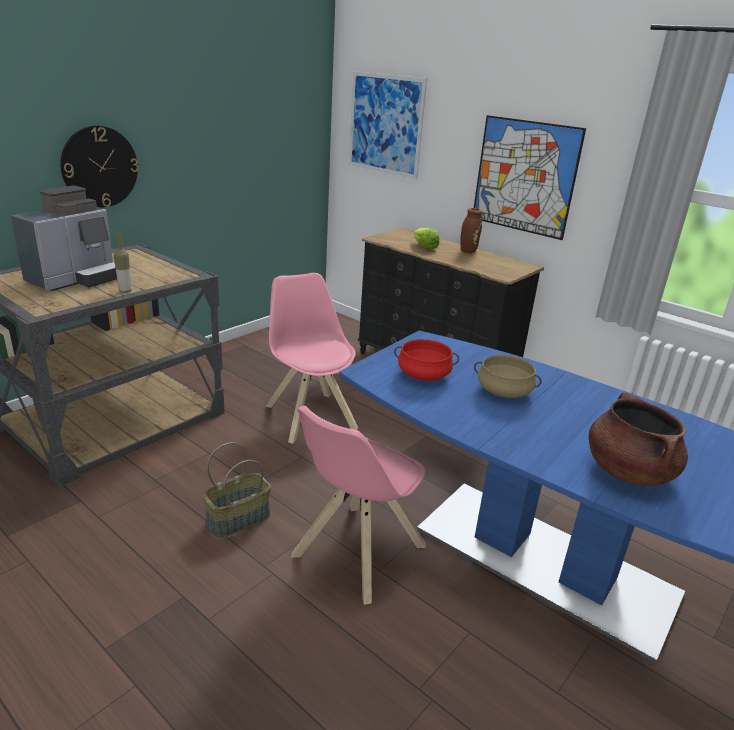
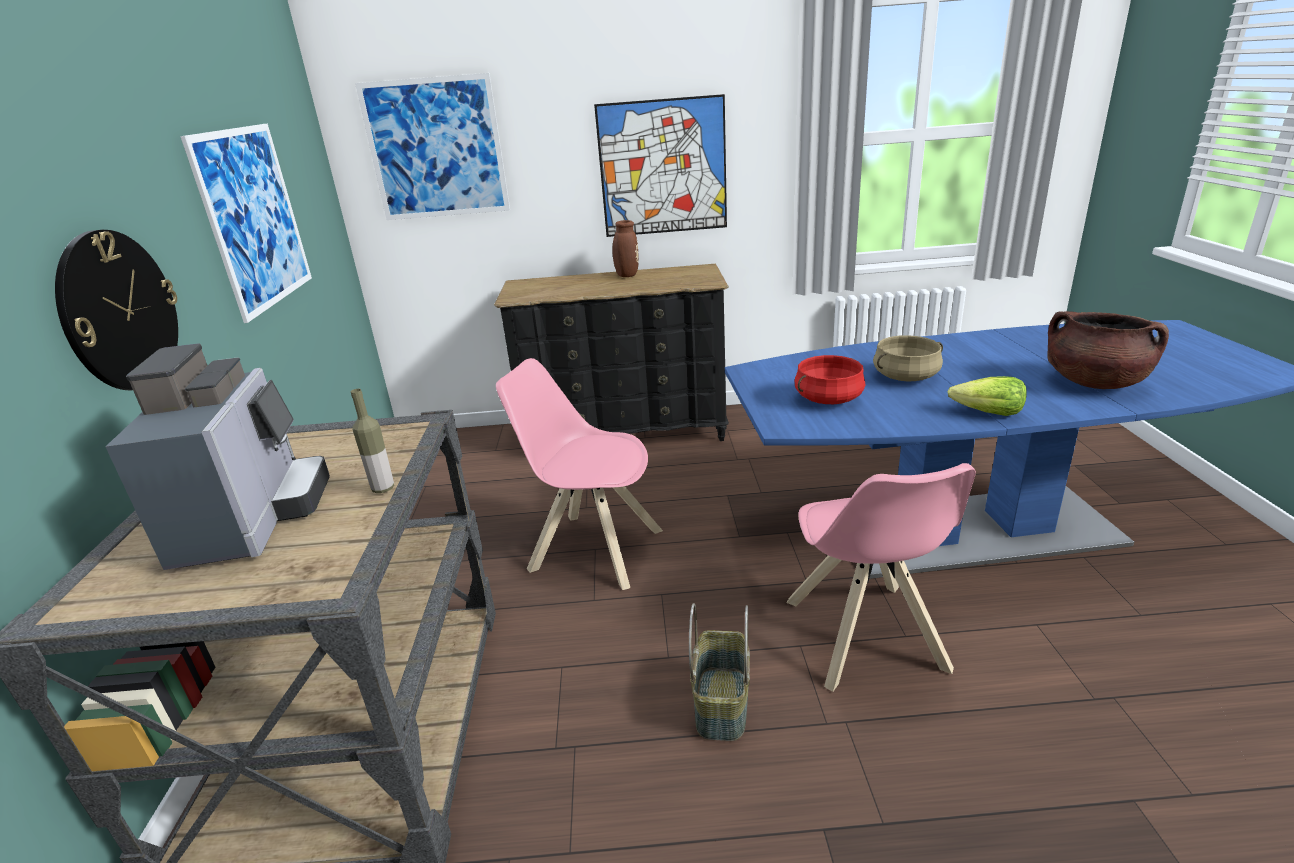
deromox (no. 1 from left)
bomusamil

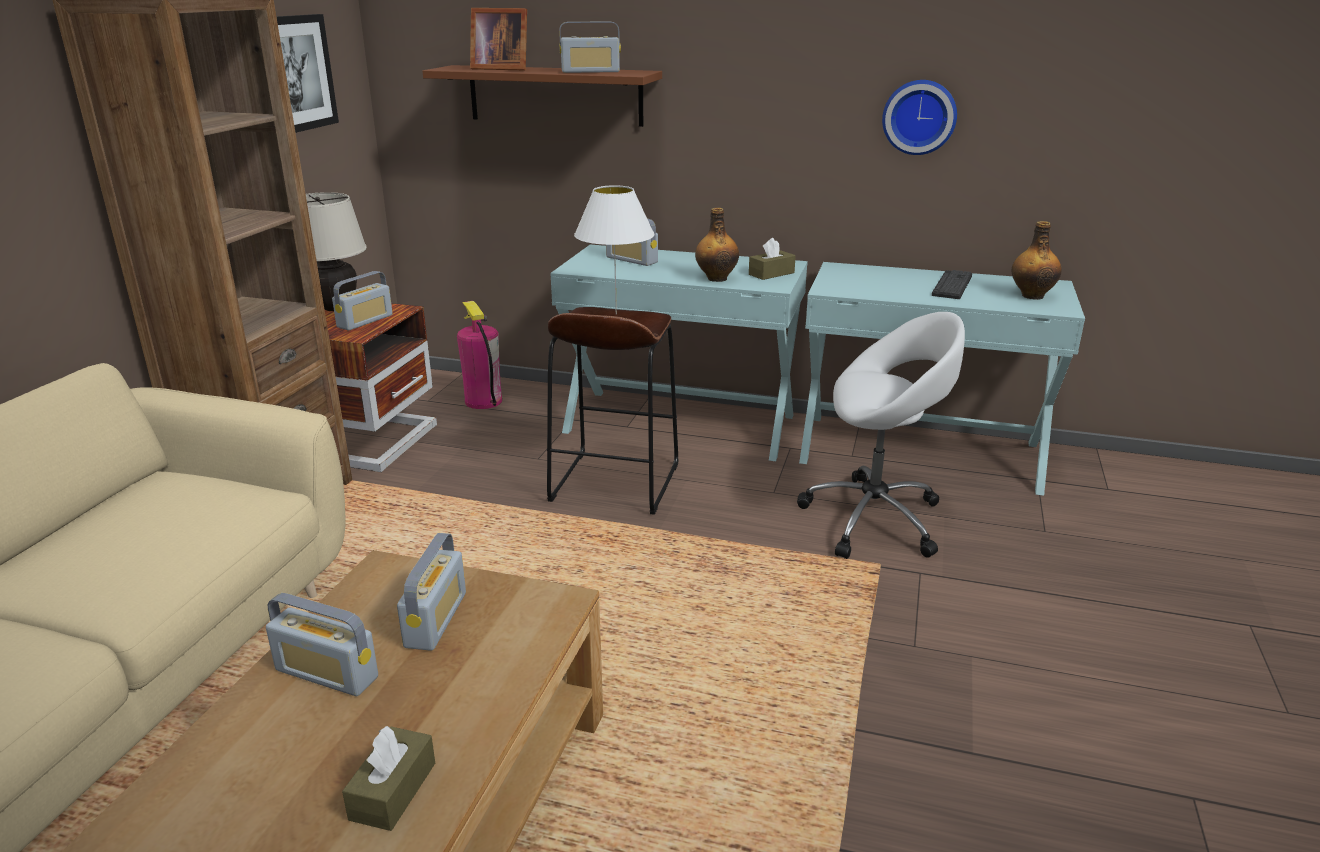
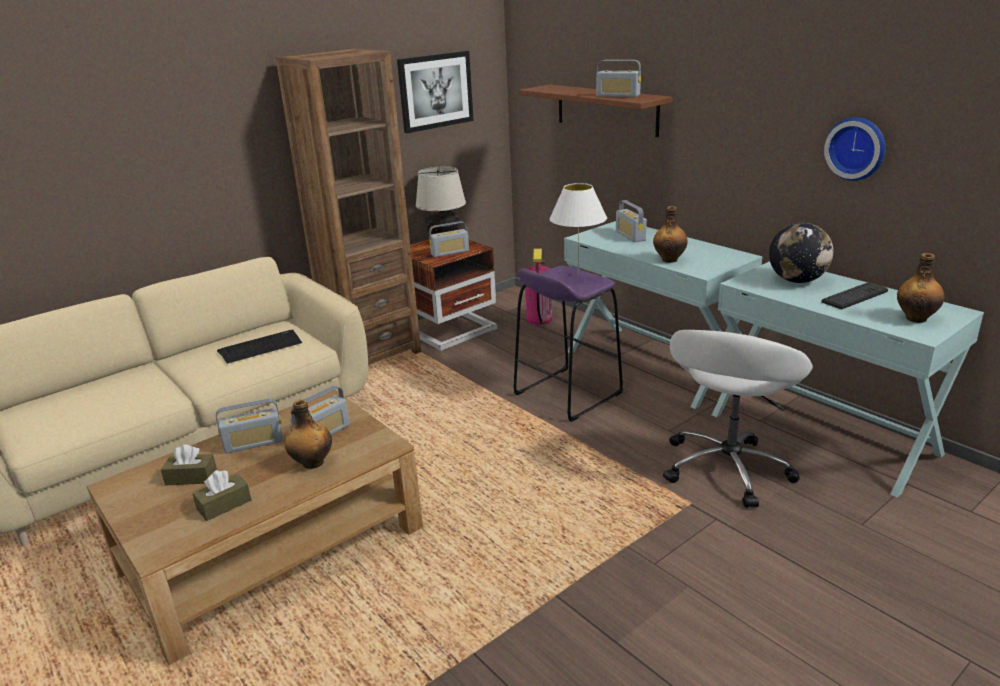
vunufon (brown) (no. 1 from left)
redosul (no. 1 from left)
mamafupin (no. 1 from left)
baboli (no. 1 from left)
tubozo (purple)
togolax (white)
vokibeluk
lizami

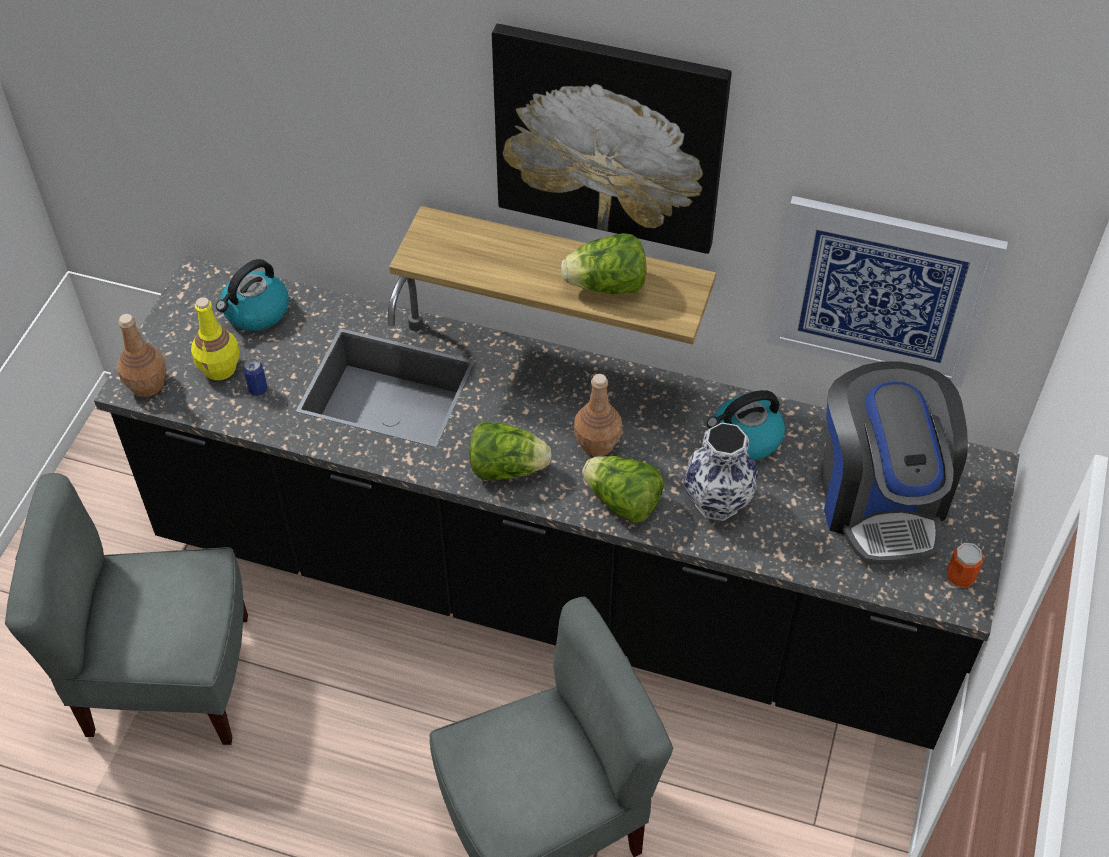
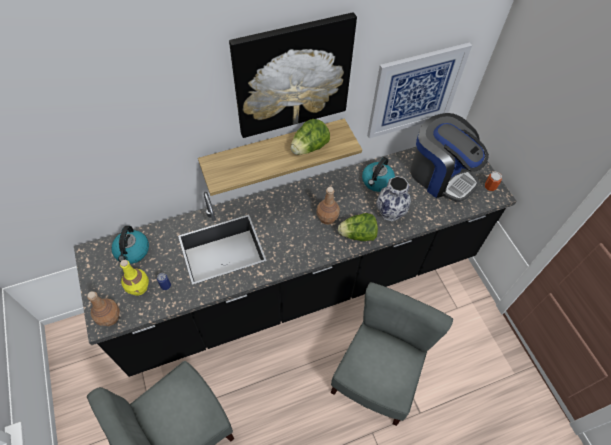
bomusamil (no. 1 from left in the first image)

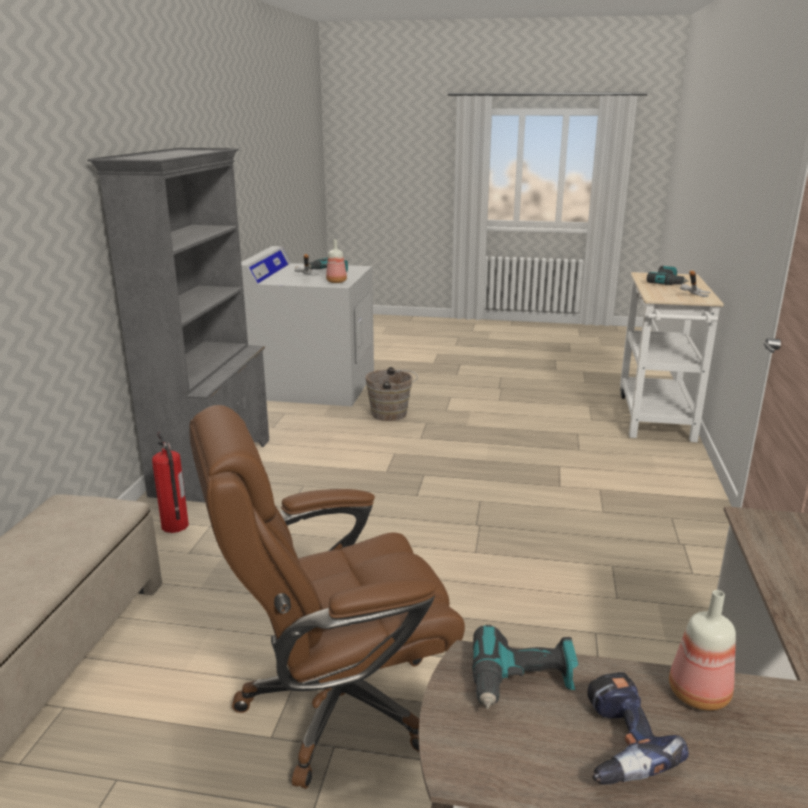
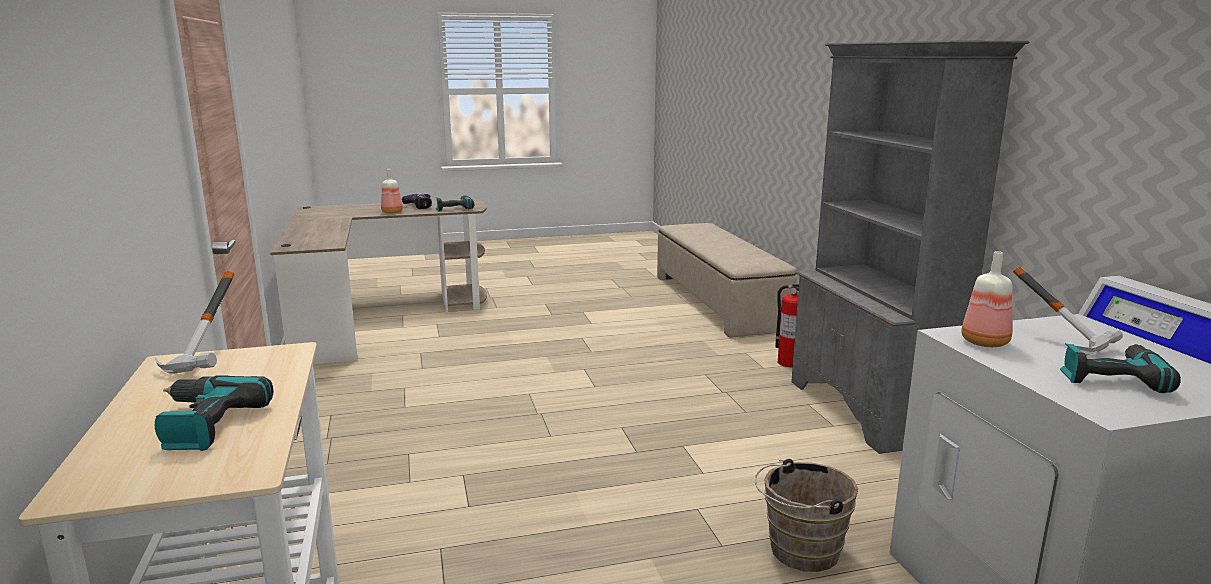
togolax (brown)

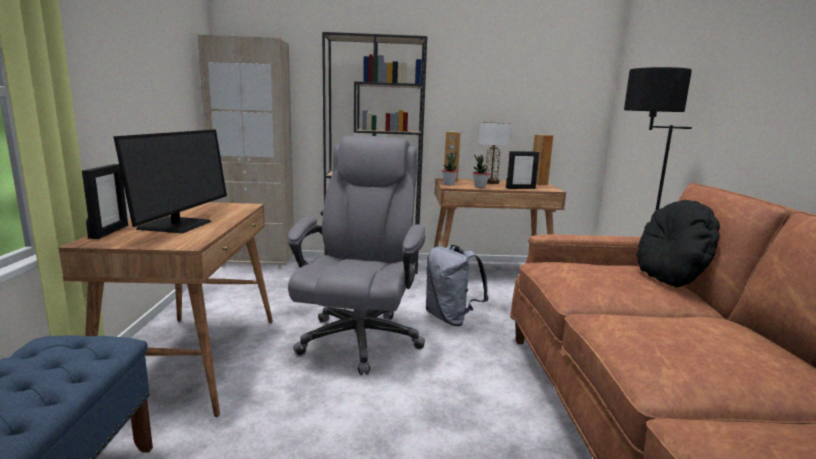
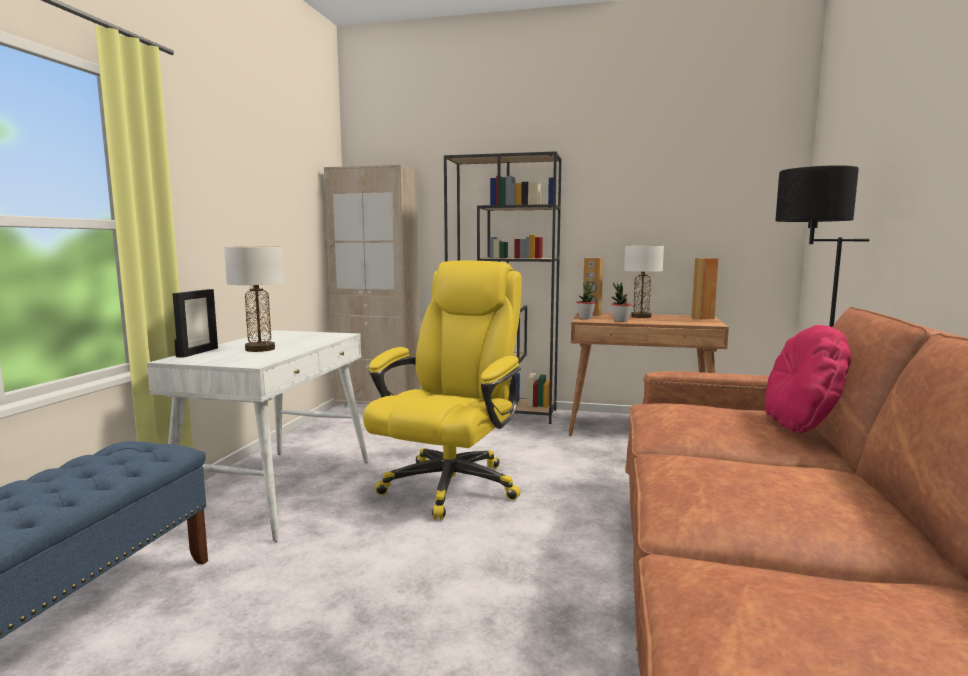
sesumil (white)
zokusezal (no. 1 from left)
togolax (yellow)
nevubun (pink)
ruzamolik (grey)
lizami (no. 2 from left in the first image)

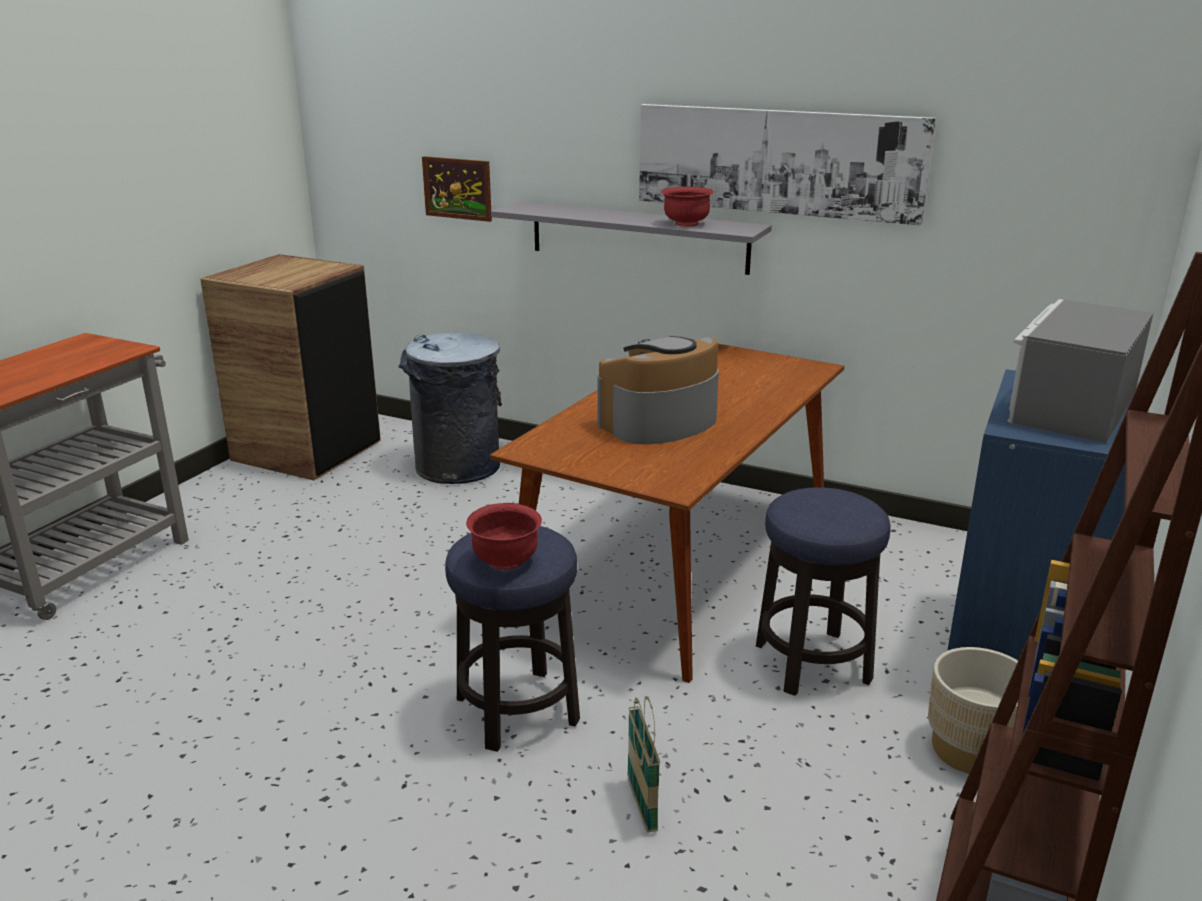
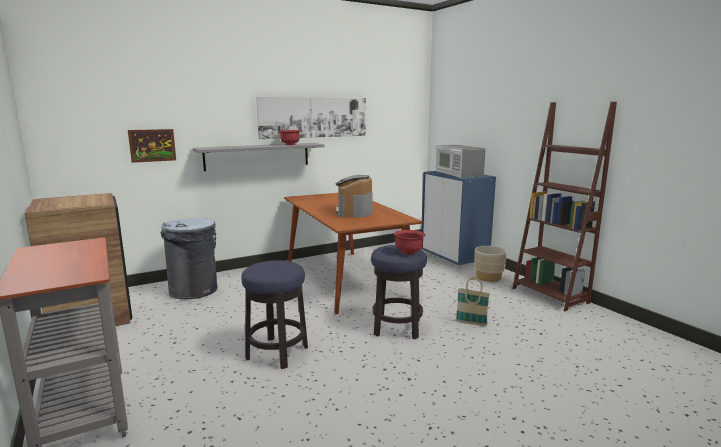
tubozo (no. 1 from left)

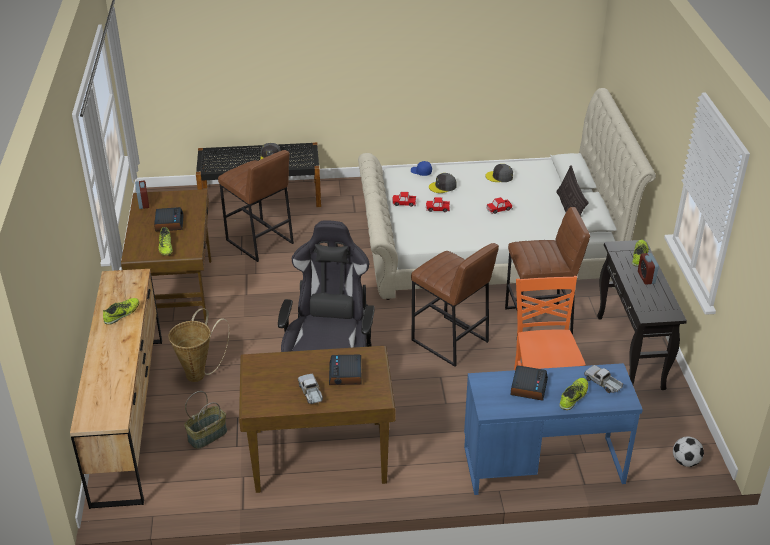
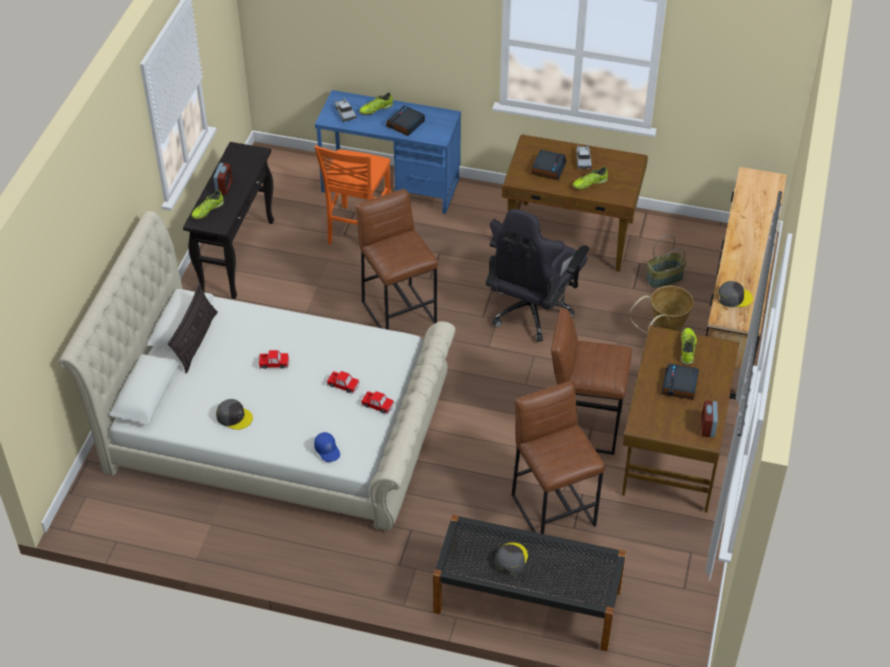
tubozo (brown) (no. 3 from left)
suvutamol (no. 3 from left)
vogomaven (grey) (no. 3 from left)
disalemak

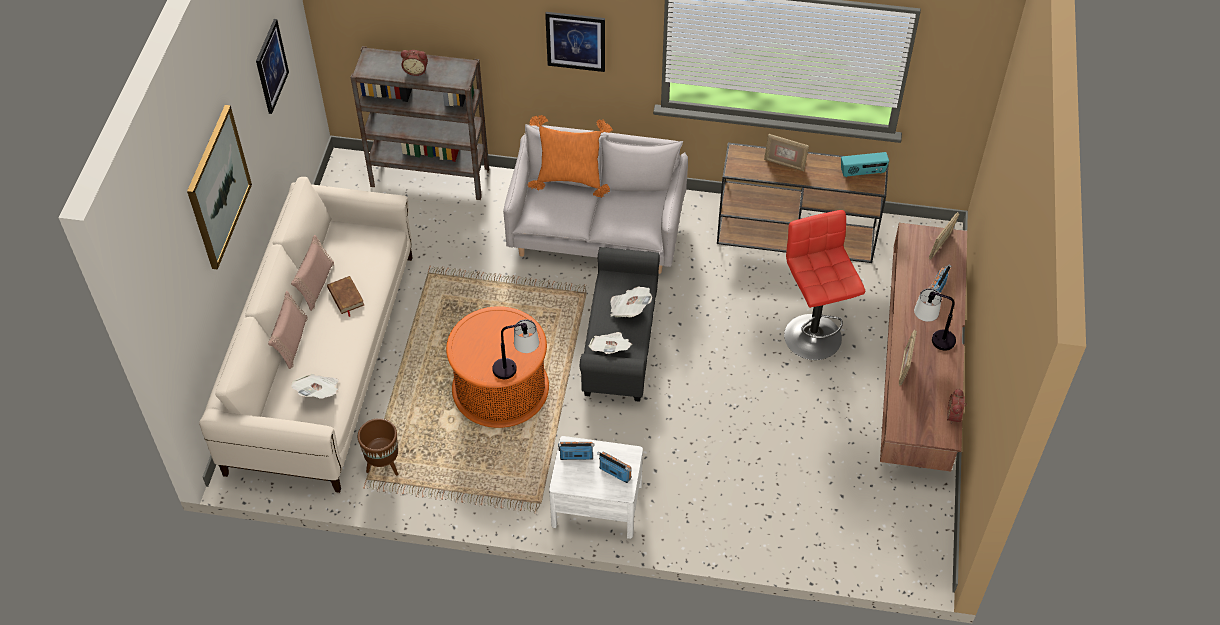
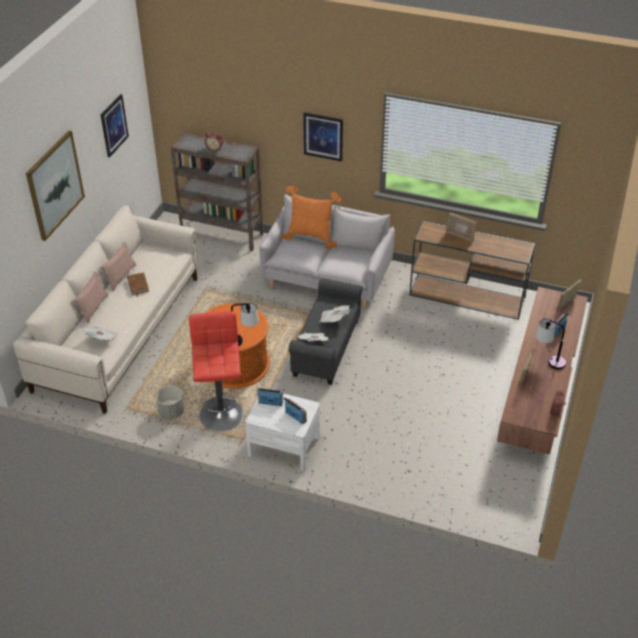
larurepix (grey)
tubozo (red)
larurepix (brown)
redosul (no. 3 from left in the first image)

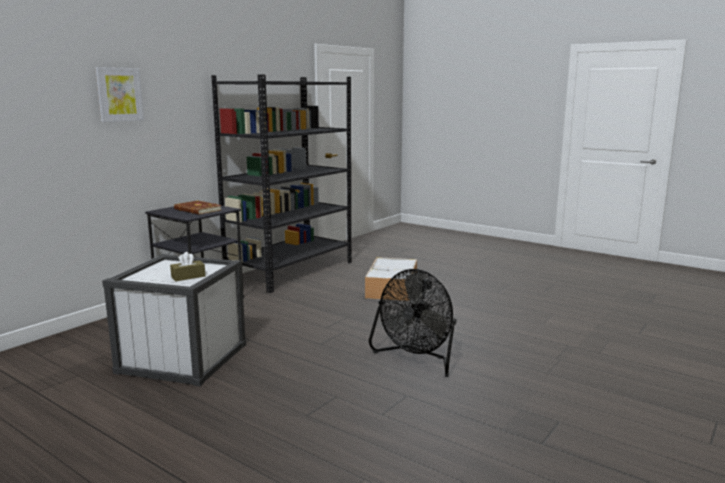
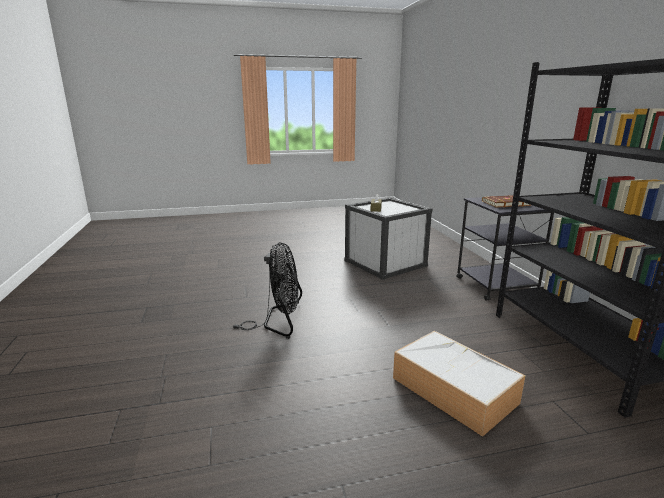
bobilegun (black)
deromox

